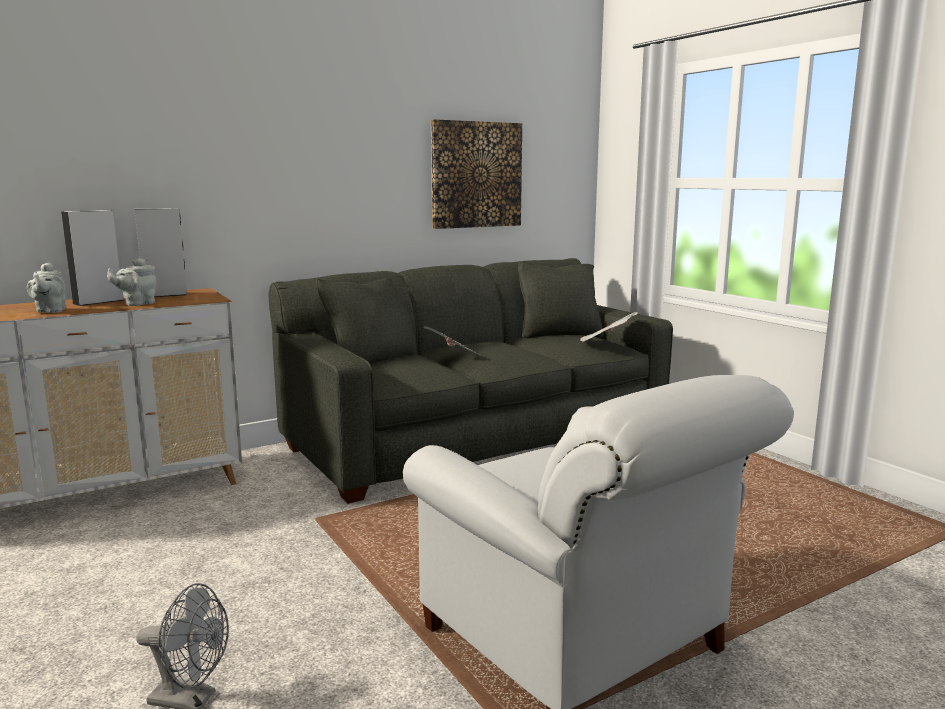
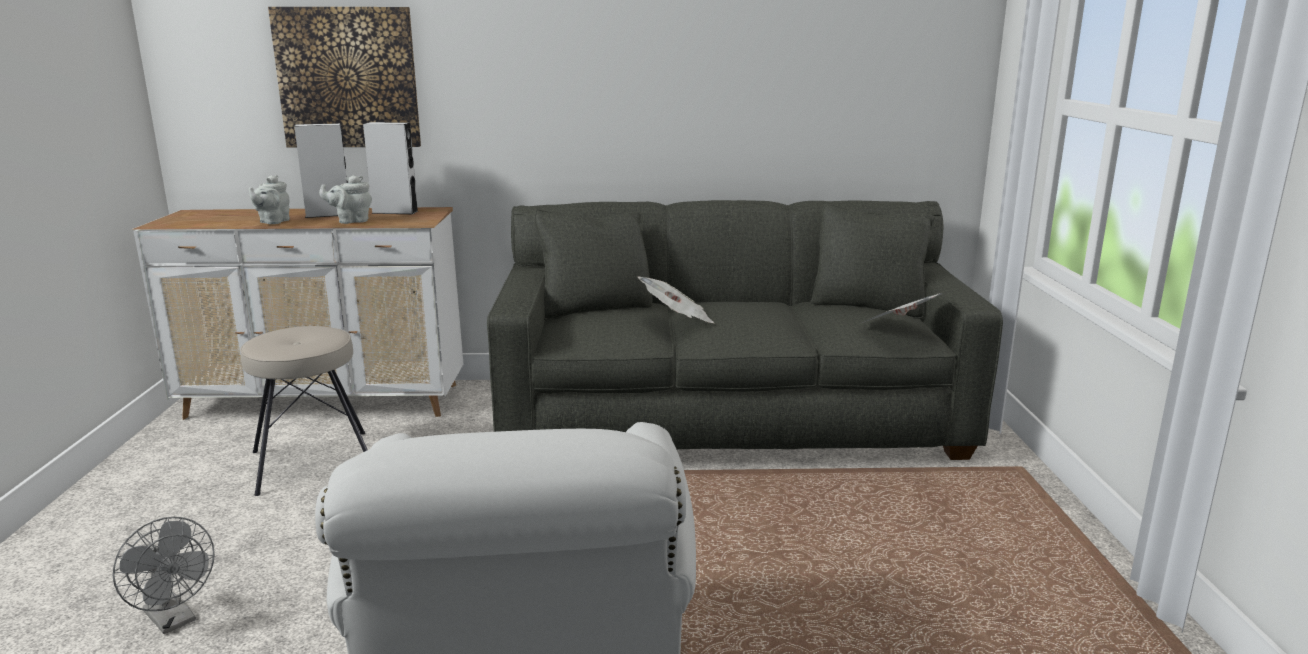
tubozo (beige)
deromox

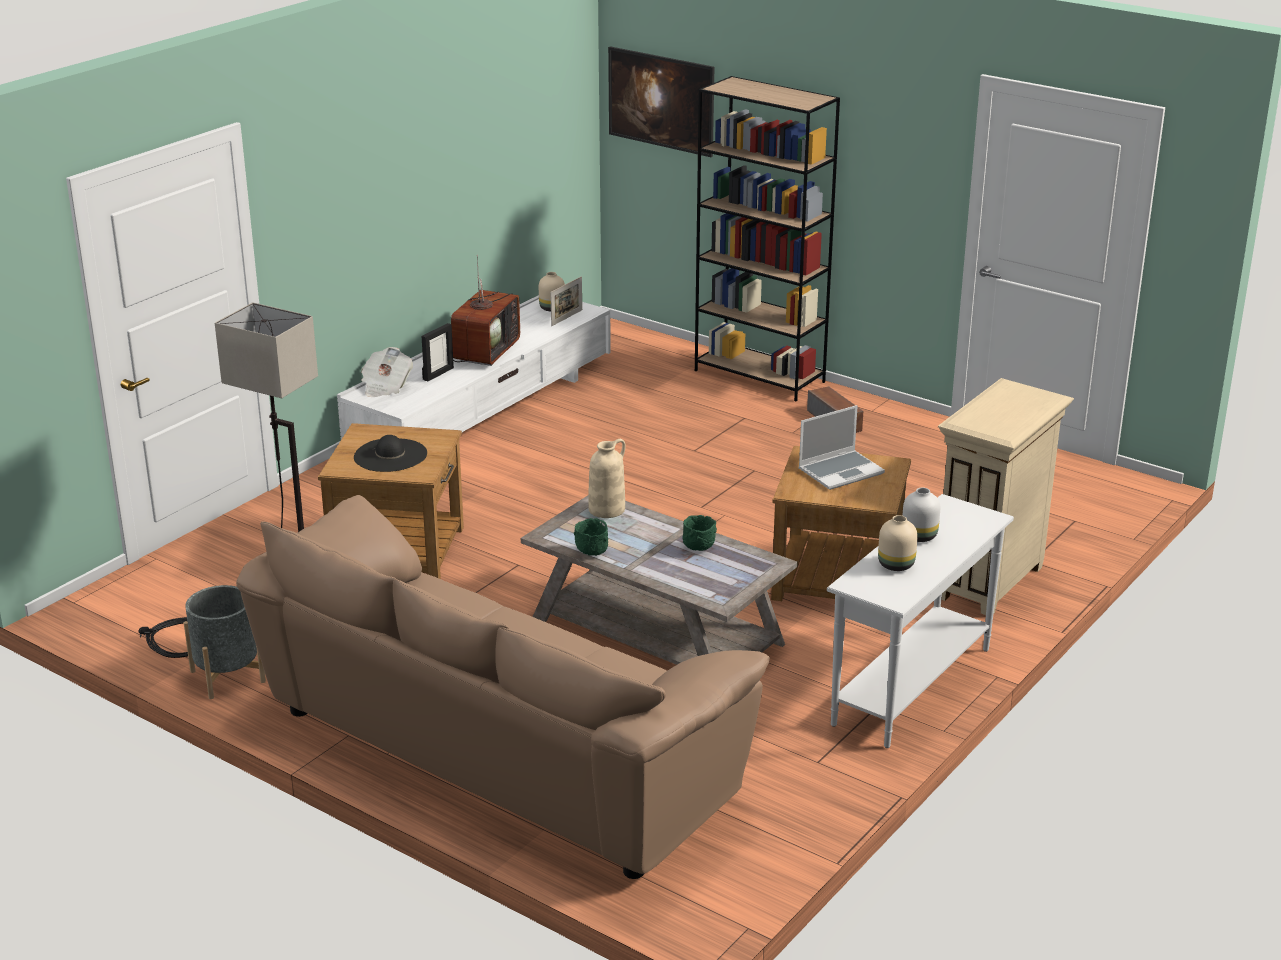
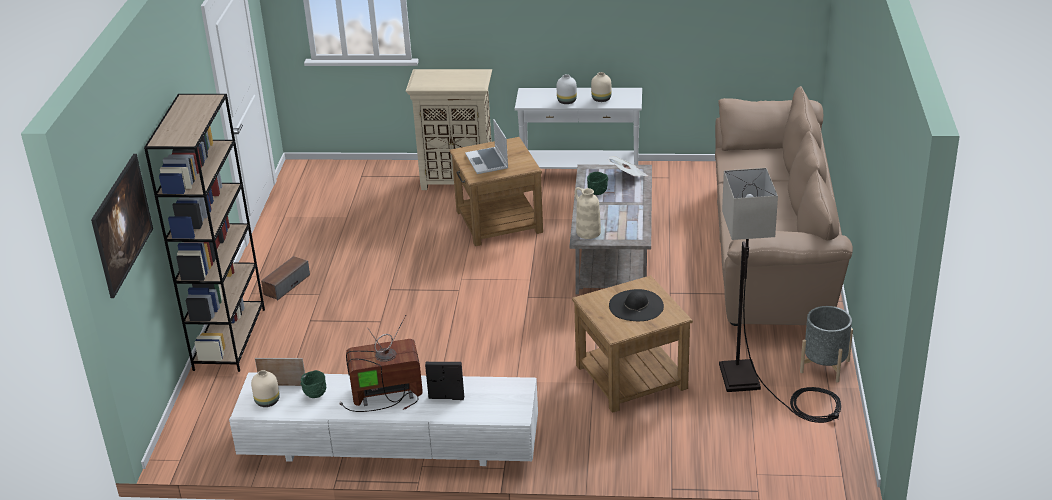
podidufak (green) (no. 1 from left)
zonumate
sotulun

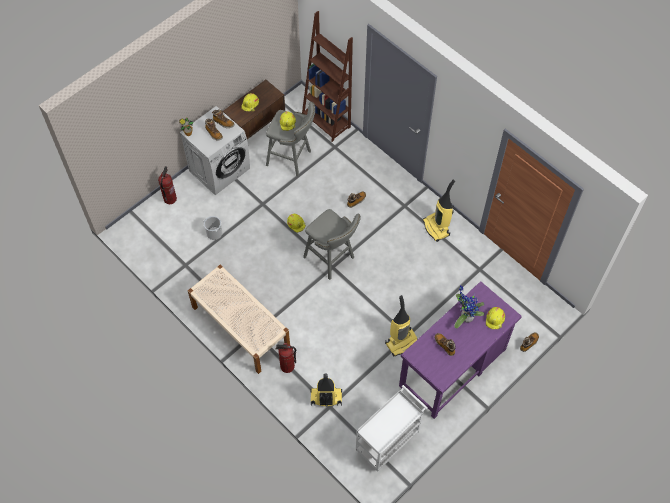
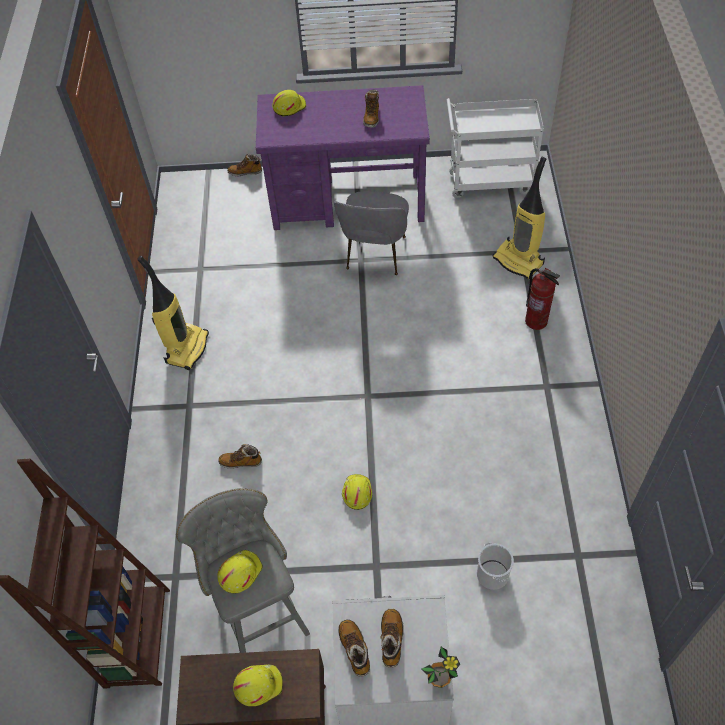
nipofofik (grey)
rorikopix (no. 1 from left in the first image)
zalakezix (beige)
tubozo (grey) (no. 2 from left in the first image)
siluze (no. 2 from left in the first image)

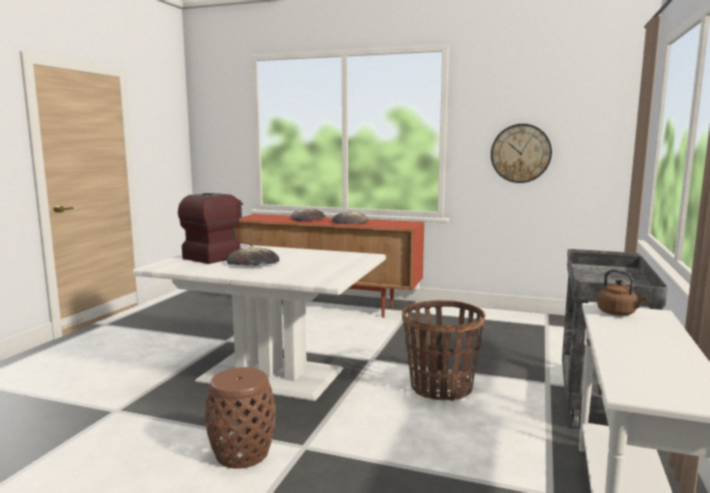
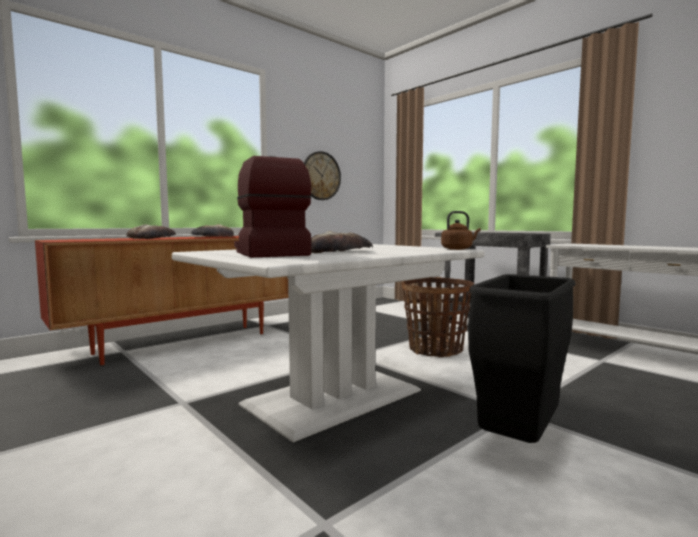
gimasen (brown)
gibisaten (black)

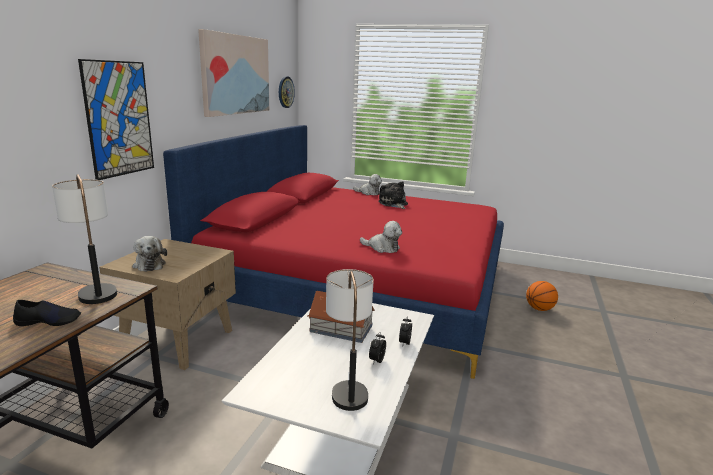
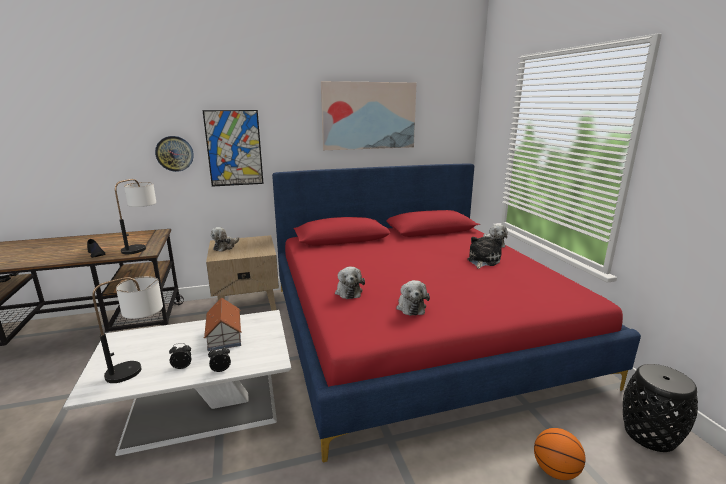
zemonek
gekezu (no. 3 from left)
tubozo (black)

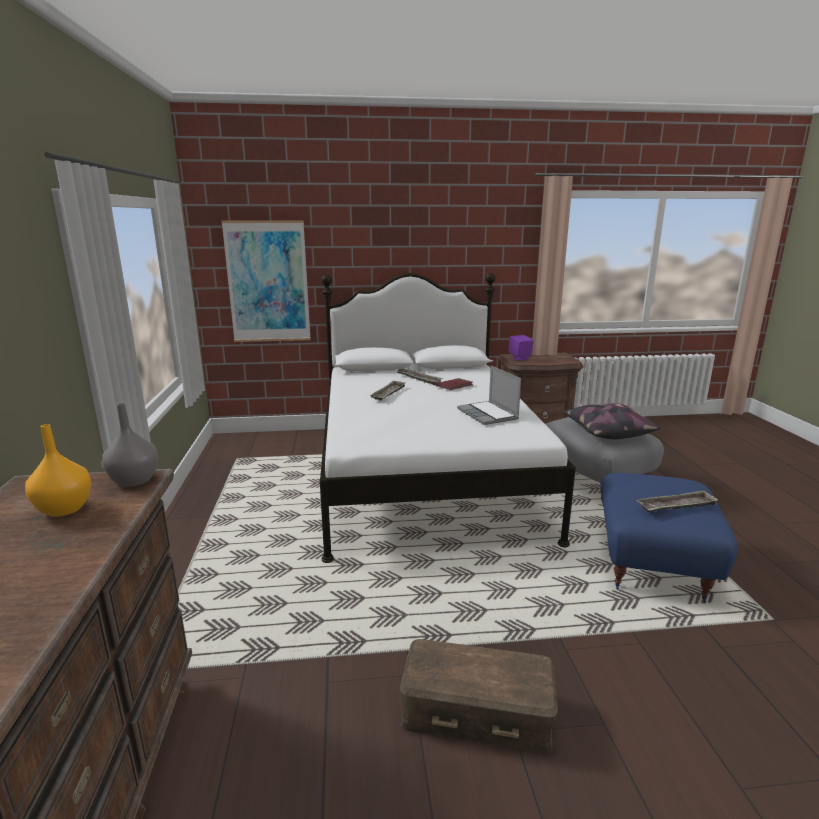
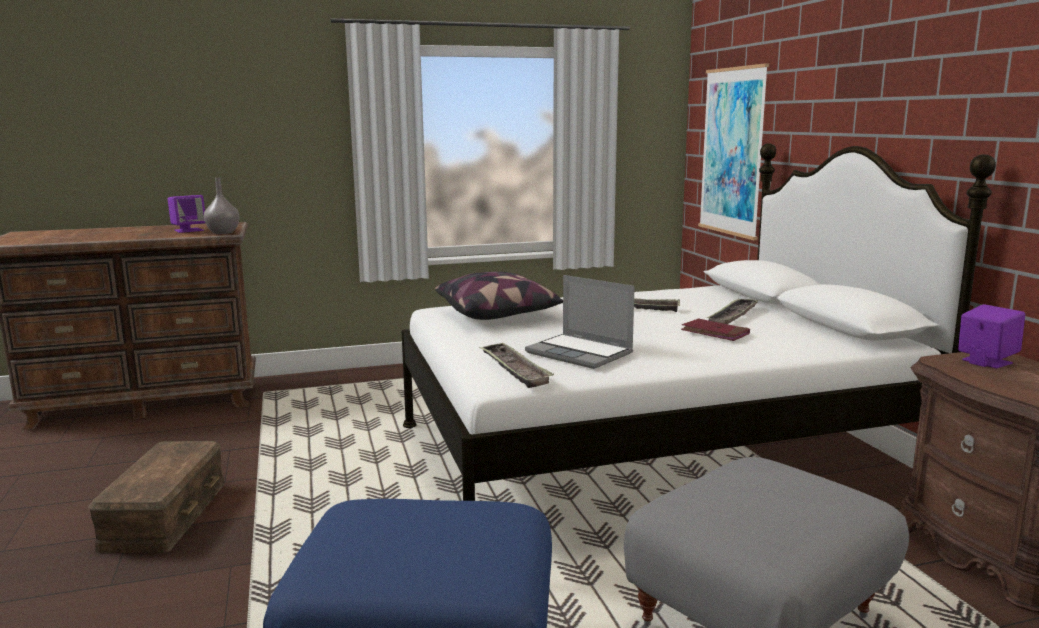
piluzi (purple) (no. 1 from left)
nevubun
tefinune (no. 1 from left)
zonumate

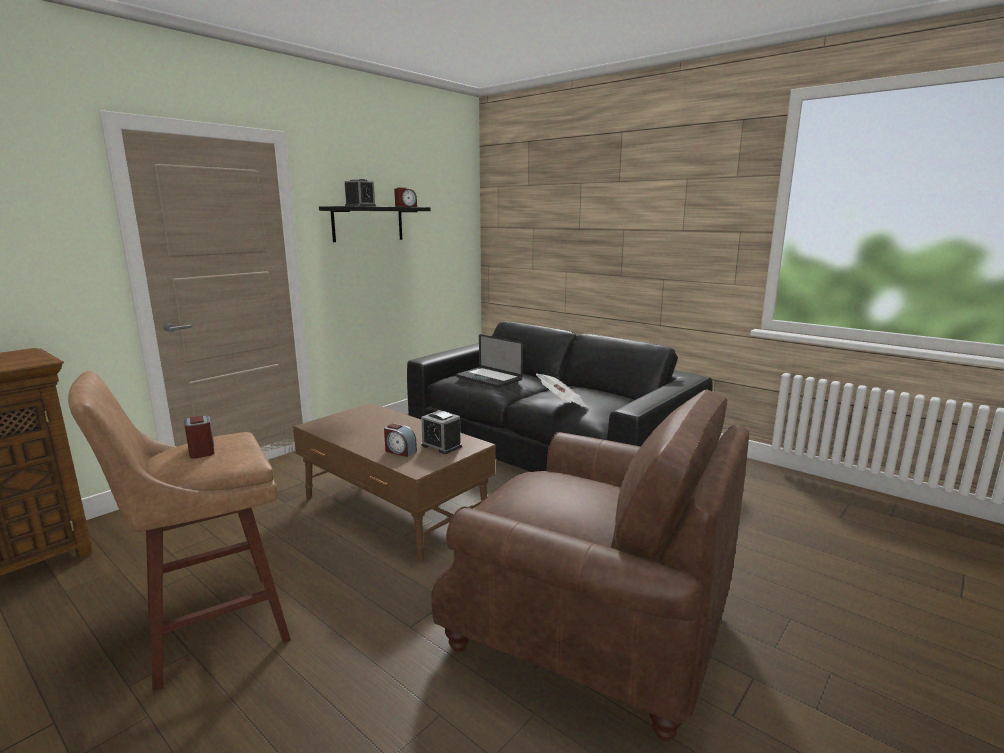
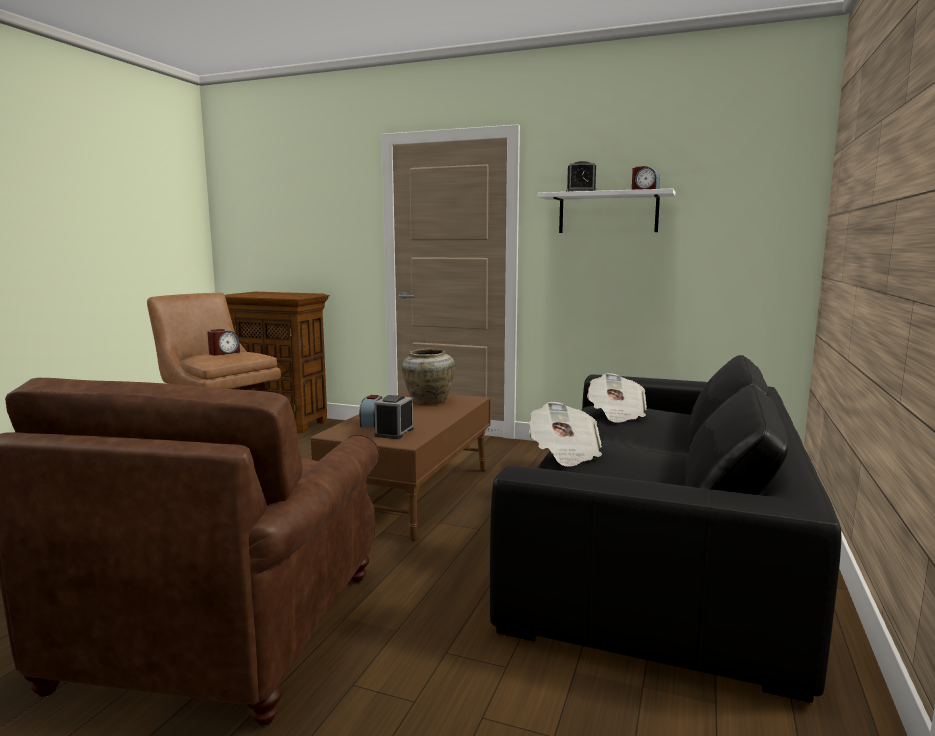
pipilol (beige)
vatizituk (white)
sotulun (no. 2 from left)

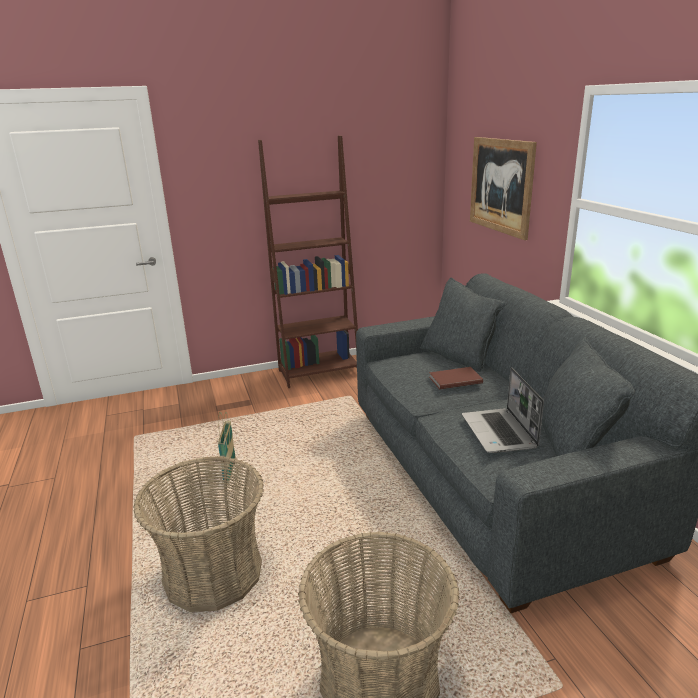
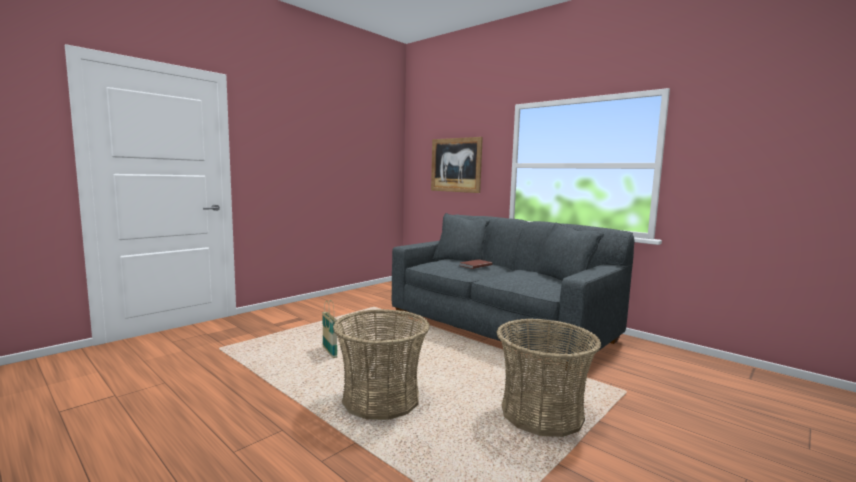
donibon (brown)
zonumate

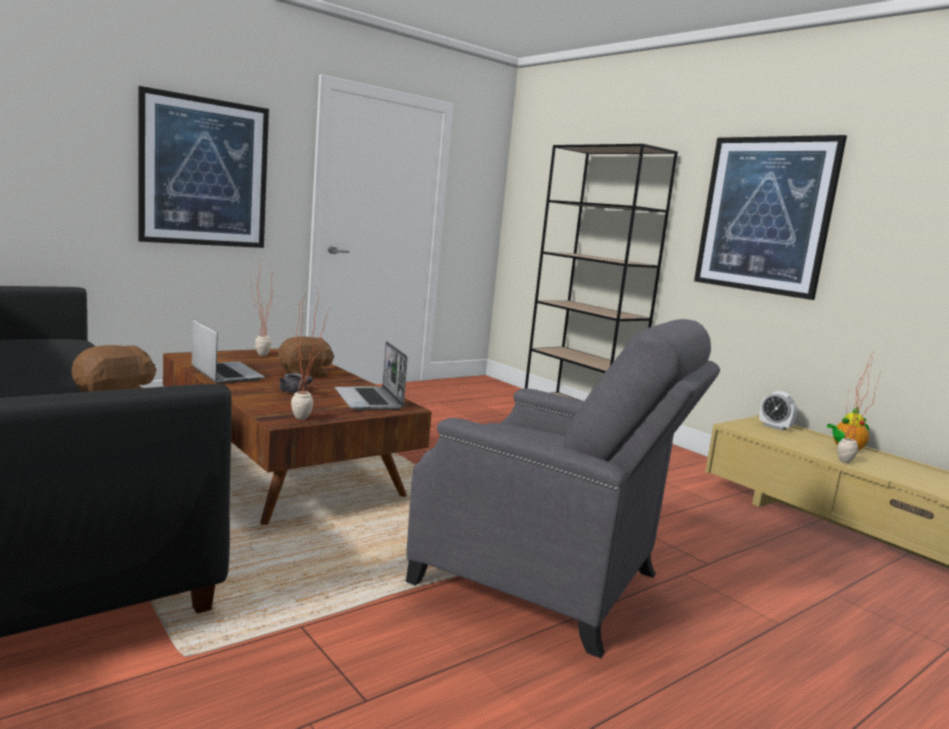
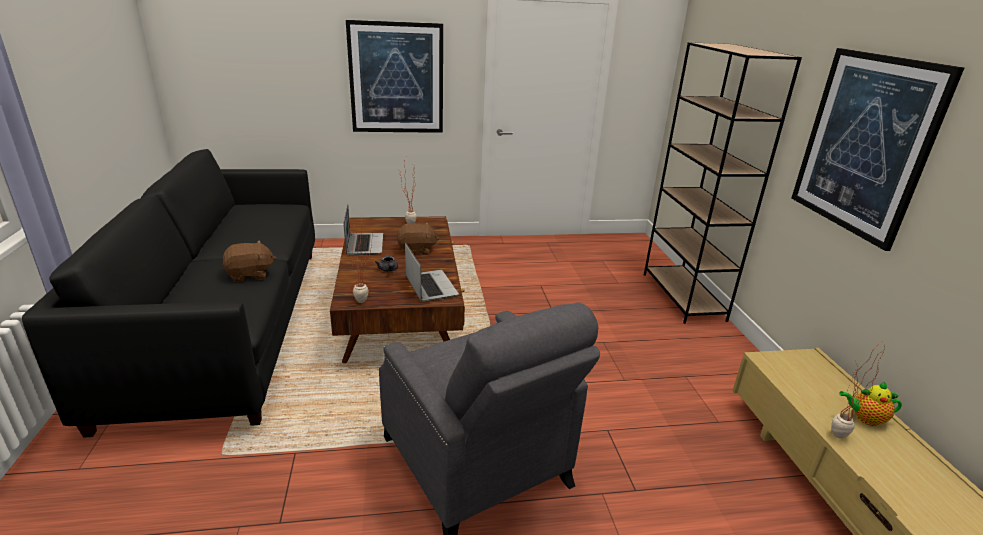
zonumate (no. 2 from left)
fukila

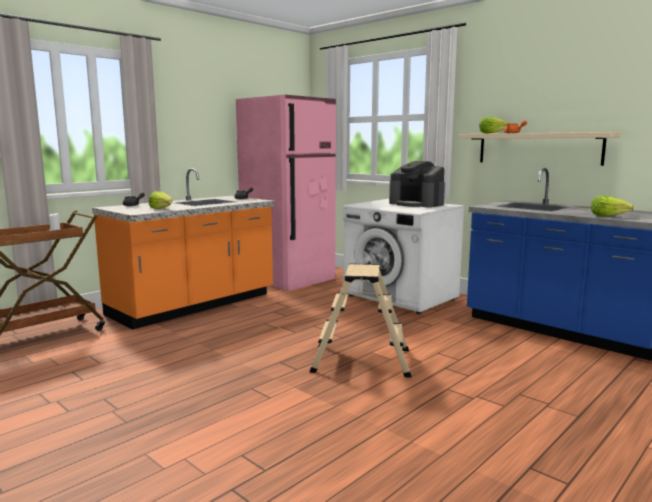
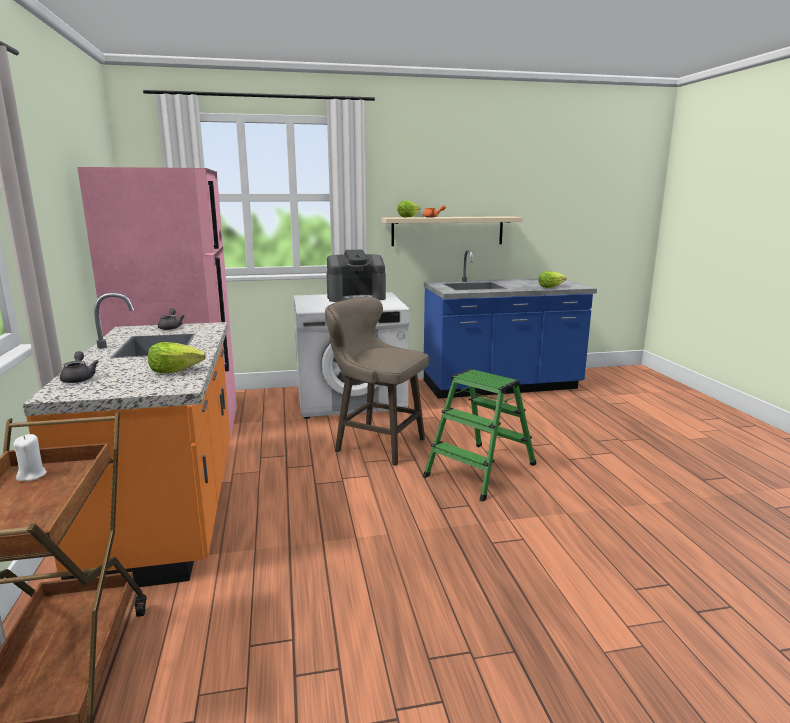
tubozo (beige)
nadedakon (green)

